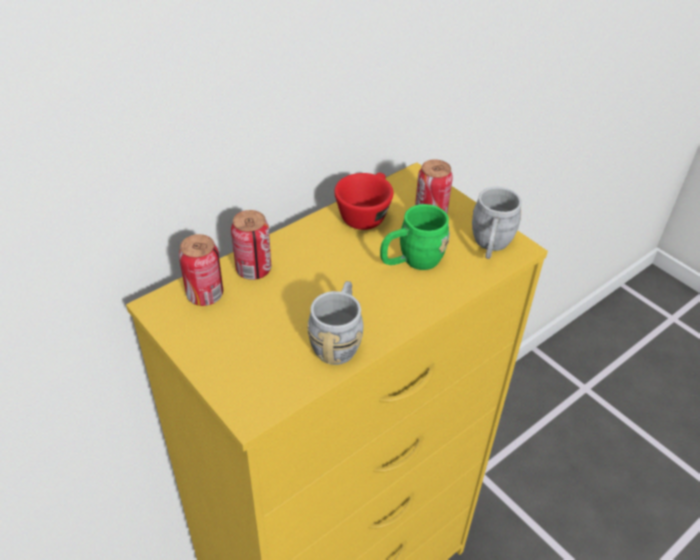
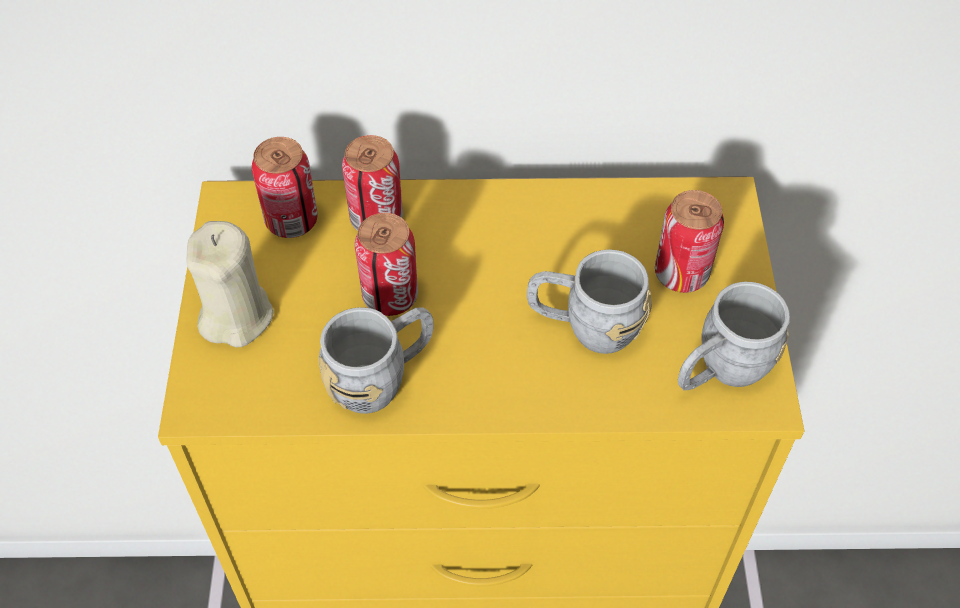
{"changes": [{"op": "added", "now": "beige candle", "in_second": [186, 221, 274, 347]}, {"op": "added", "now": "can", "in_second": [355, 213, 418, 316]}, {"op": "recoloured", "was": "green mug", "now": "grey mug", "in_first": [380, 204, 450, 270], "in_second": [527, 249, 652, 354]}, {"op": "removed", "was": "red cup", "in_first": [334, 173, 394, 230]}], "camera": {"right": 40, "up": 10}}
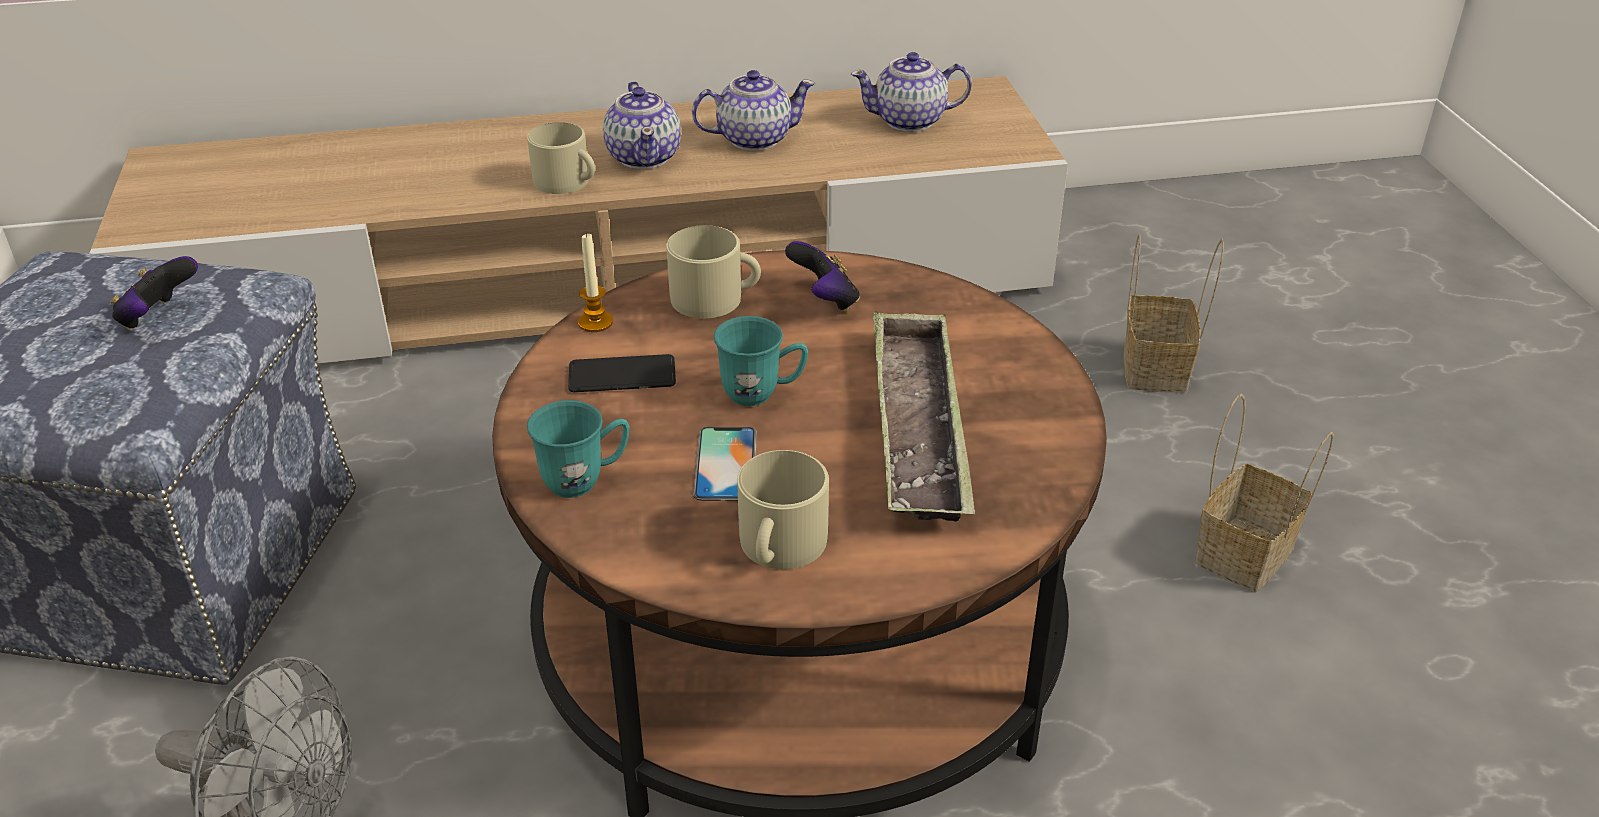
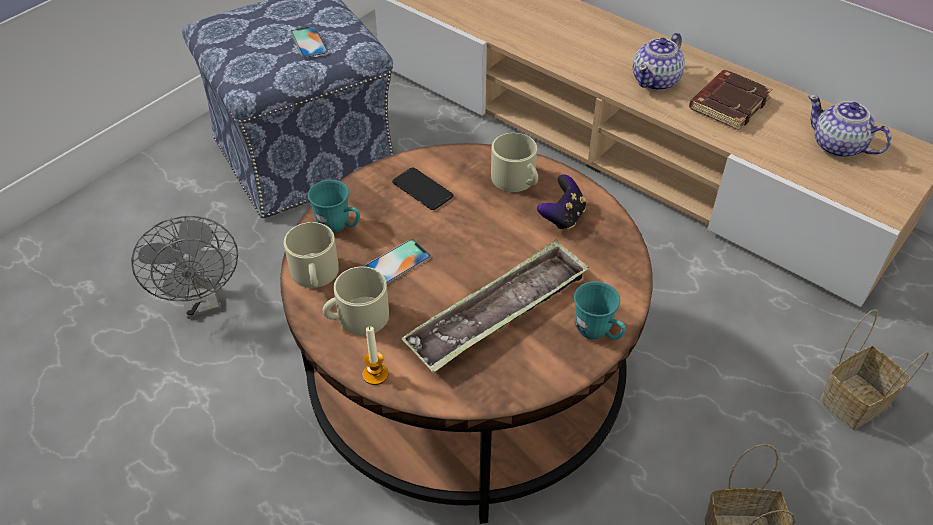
{"changes": [{"op": "moved", "was": "beige mug", "in_first": [527, 122, 595, 194], "in_second": [284, 222, 339, 288]}, {"op": "replaced", "was": "game controller", "now": "phone", "in_first": [110, 256, 198, 330], "in_second": [291, 26, 328, 58]}, {"op": "moved", "was": "candle", "in_first": [578, 233, 613, 332], "in_second": [363, 326, 389, 385]}, {"op": "moved", "was": "turquoise mug", "in_first": [714, 316, 808, 406], "in_second": [574, 281, 626, 340]}, {"op": "replaced", "was": "teapot", "now": "brown book", "in_first": [692, 70, 815, 151], "in_second": [689, 70, 773, 131]}], "camera": {"right": 50, "up": 10}}
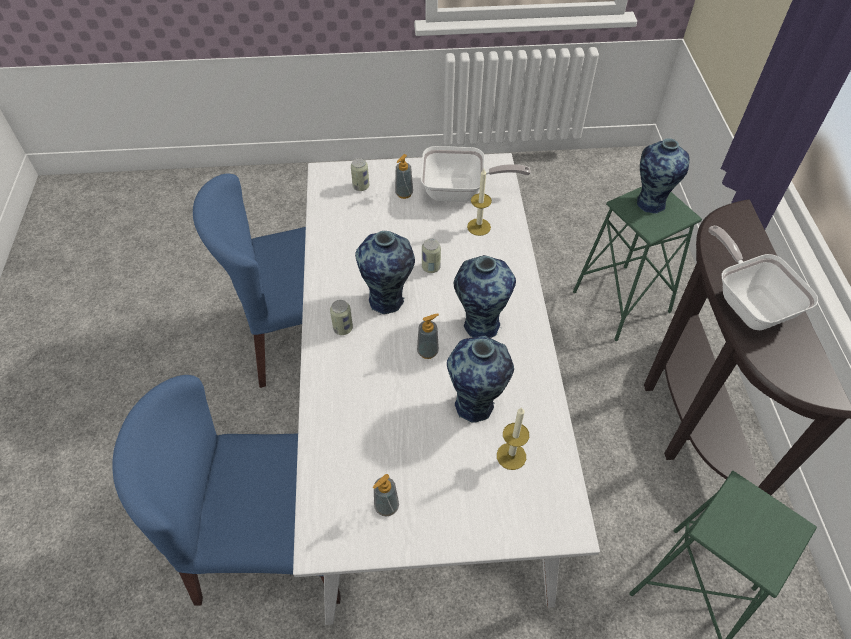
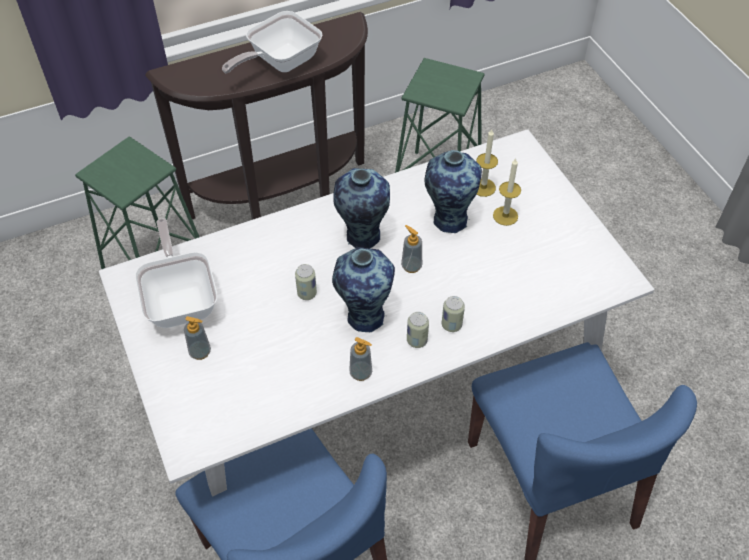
{"changes": [{"op": "moved", "was": "soap dispenser", "in_first": [373, 474, 399, 517], "in_second": [349, 337, 372, 381]}, {"op": "moved", "was": "can", "in_first": [351, 158, 369, 191], "in_second": [442, 296, 465, 332]}, {"op": "moved", "was": "candle", "in_first": [467, 169, 492, 236], "in_second": [493, 159, 521, 226]}, {"op": "removed", "was": "vase", "in_first": [637, 138, 690, 214]}], "camera": {"right": -110, "up": 0}}
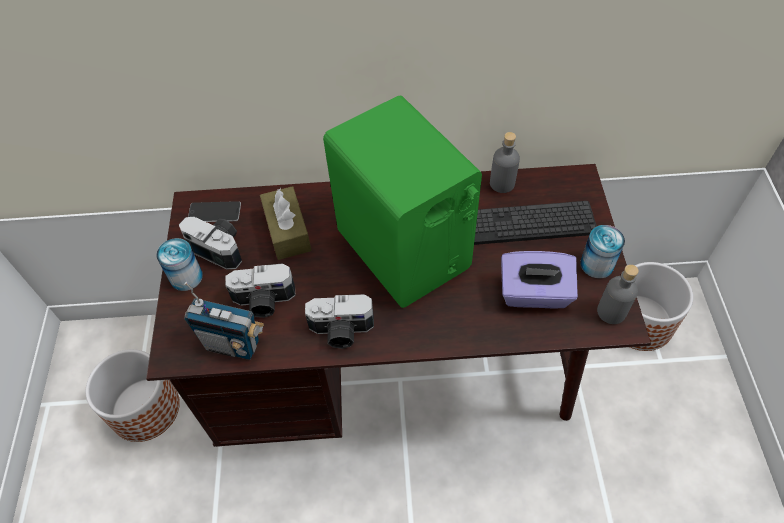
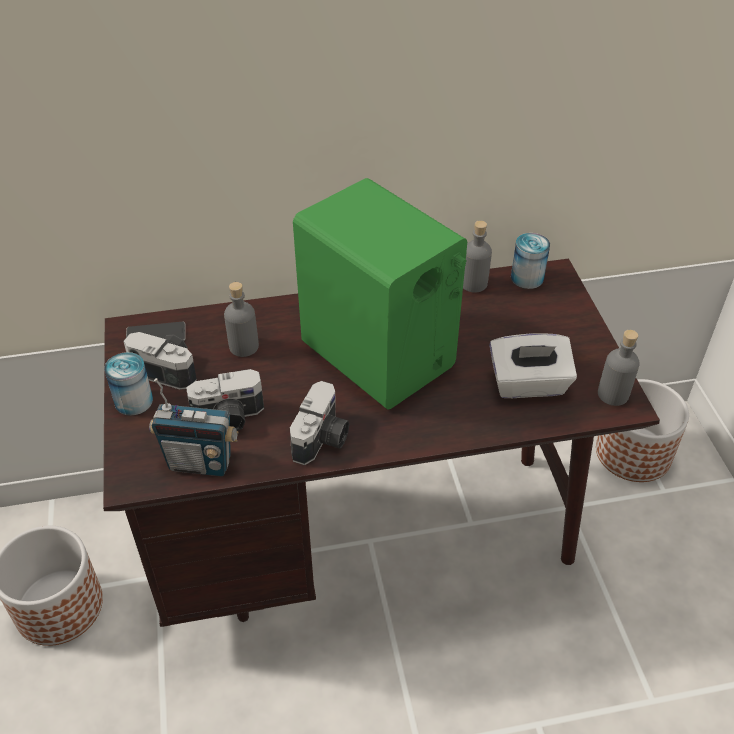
{"changes": [{"op": "replaced", "was": "brown tissue box", "now": "grey bottle", "in_first": [260, 186, 312, 260], "in_second": [224, 282, 259, 357]}, {"op": "turned", "was": "photo camera", "in_first": [305, 294, 374, 349], "in_second": [290, 381, 350, 465], "clockwise": -60}, {"op": "recoloured", "was": "purple tissue box", "now": "white tissue box", "in_first": [501, 251, 578, 309], "in_second": [489, 333, 577, 398]}, {"op": "moved", "was": "can", "in_first": [580, 225, 625, 278], "in_second": [511, 233, 550, 289]}, {"op": "removed", "was": "keyboard", "in_first": [474, 201, 597, 245]}], "camera": {"right": -10, "up": -10}}
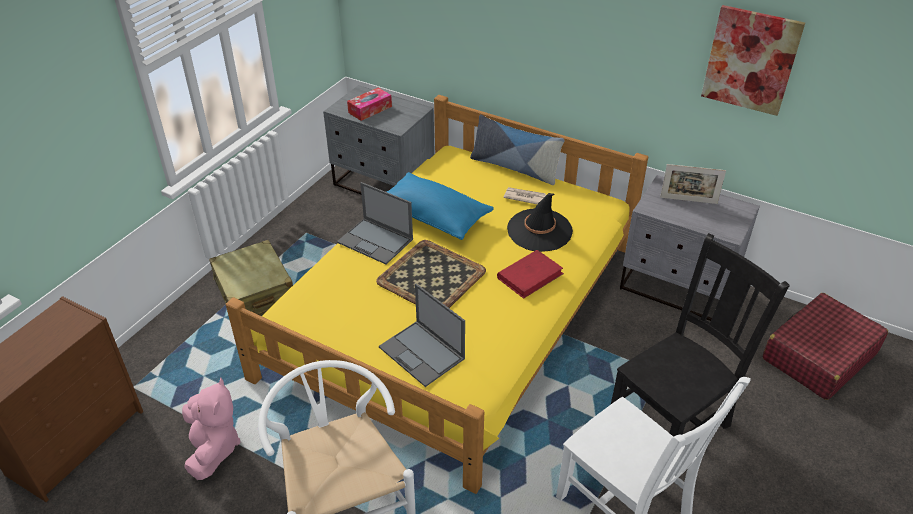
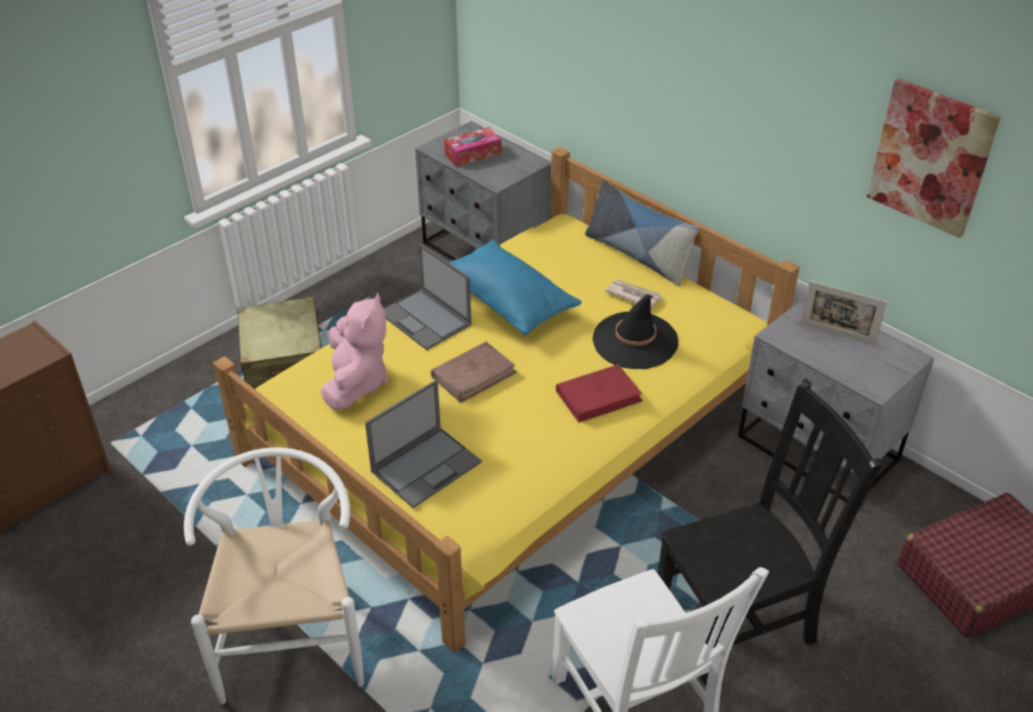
{"changes": [{"op": "moved", "was": "pink plush toy", "in_first": [182, 378, 240, 480], "in_second": [320, 293, 388, 410]}, {"op": "turned", "was": "laptop", "in_first": [379, 284, 465, 387], "in_second": [365, 380, 482, 508], "clockwise": -105}, {"op": "replaced", "was": "tray", "now": "brown book", "in_first": [376, 240, 486, 308], "in_second": [431, 342, 517, 403]}], "camera": {"right": 15, "up": 0}}
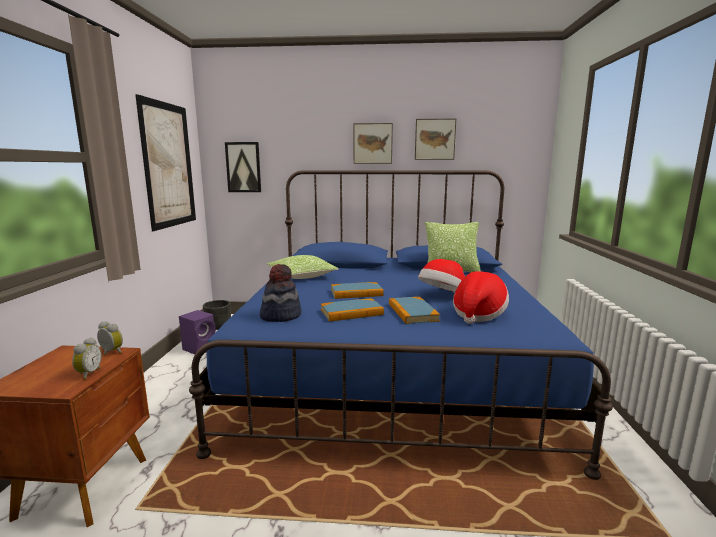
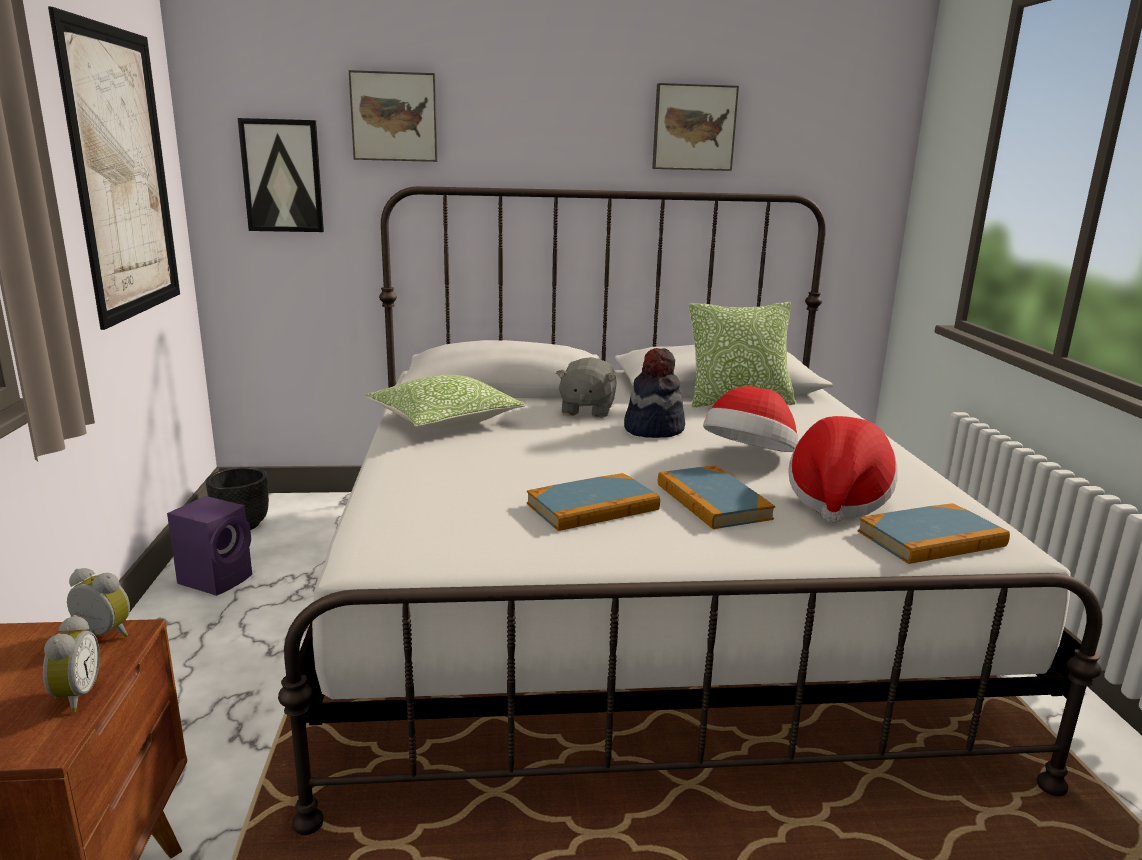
{"changes": [{"op": "recoloured", "was": "blue bed", "now": "white bed", "in_first": [189, 170, 613, 480], "in_second": [278, 186, 1103, 835]}, {"op": "moved", "was": "picture", "in_first": [354, 123, 393, 164], "in_second": [349, 70, 438, 162]}, {"op": "added", "now": "grey plush toy", "in_second": [556, 357, 617, 418]}, {"op": "moved", "was": "hat", "in_first": [260, 264, 301, 322], "in_second": [624, 348, 685, 438]}, {"op": "moved", "was": "book", "in_first": [331, 282, 384, 299], "in_second": [858, 503, 1010, 564]}], "camera": {"right": -10, "up": 5}}
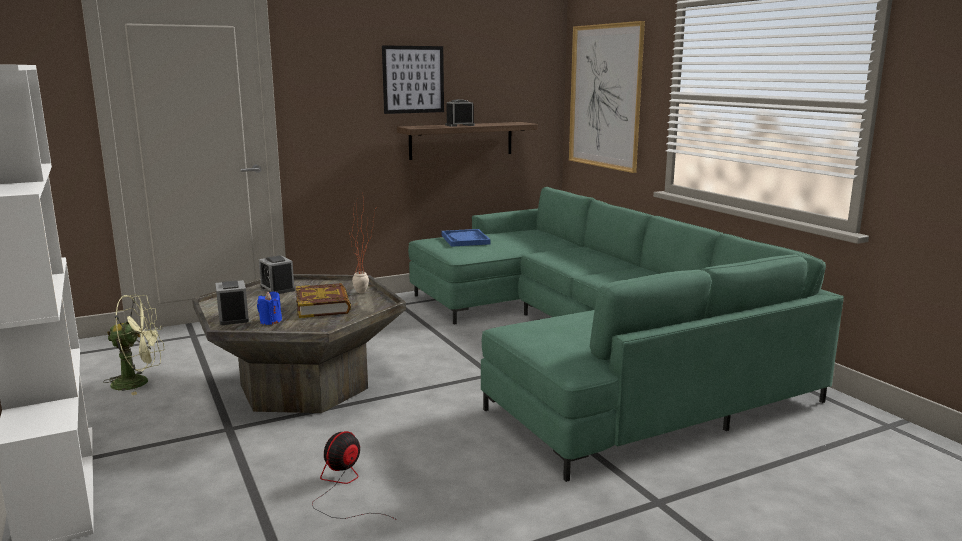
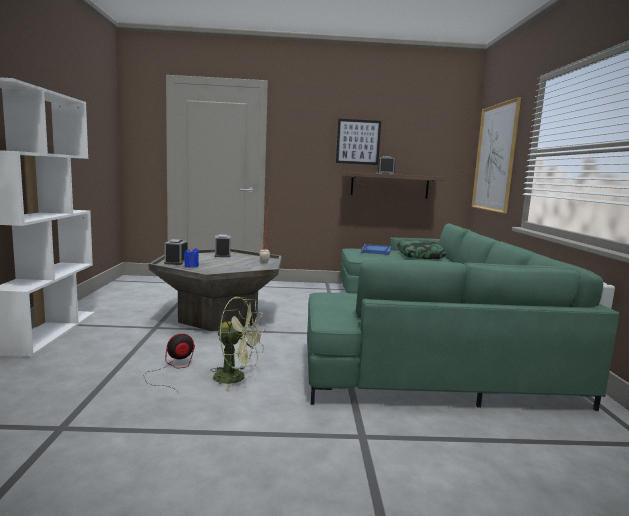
{"changes": [{"op": "moved", "was": "green fan", "in_first": [103, 294, 164, 395], "in_second": [210, 297, 266, 391]}, {"op": "added", "now": "pillow", "in_second": [397, 240, 447, 259]}, {"op": "removed", "was": "book", "in_first": [296, 283, 351, 318]}], "camera": {"right": 25, "up": -5}}
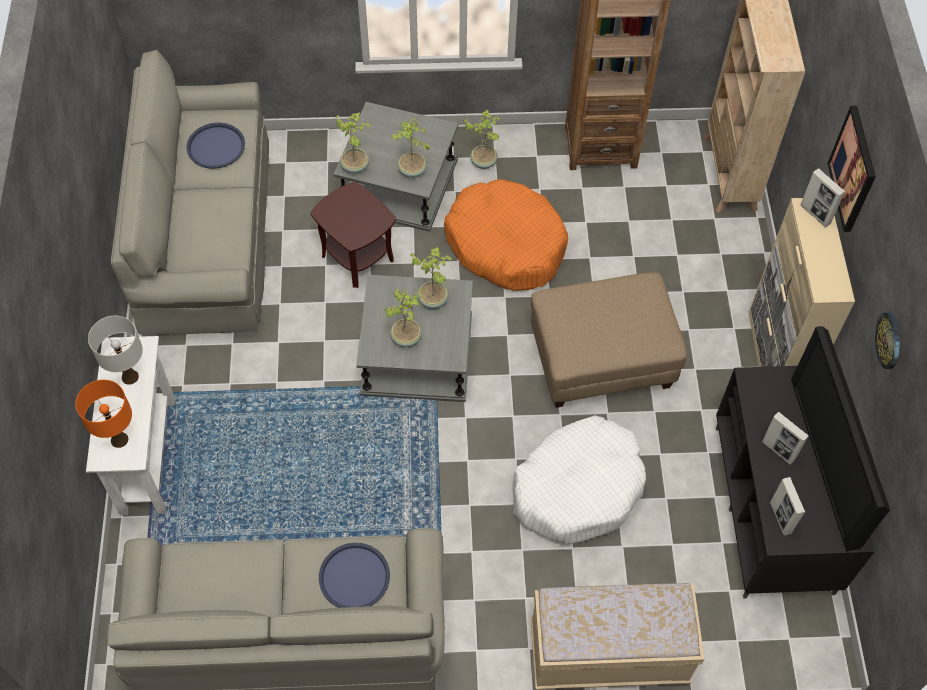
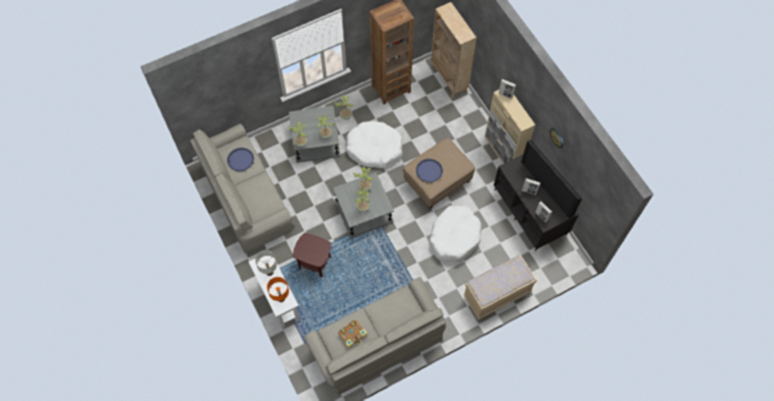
{"changes": [{"op": "moved", "was": "brown side table", "in_first": [310, 182, 396, 288], "in_second": [293, 233, 331, 277]}, {"op": "added", "now": "book", "in_second": [338, 320, 367, 349]}, {"op": "recoloured", "was": "orange dog bed", "now": "white dog bed", "in_first": [444, 179, 568, 291], "in_second": [346, 121, 403, 168]}, {"op": "moved", "was": "blue tray", "in_first": [319, 543, 390, 608], "in_second": [416, 159, 443, 183]}, {"op": "removed", "was": "picture", "in_first": [827, 106, 876, 232]}], "camera": {"right": -25, "up": 5}}
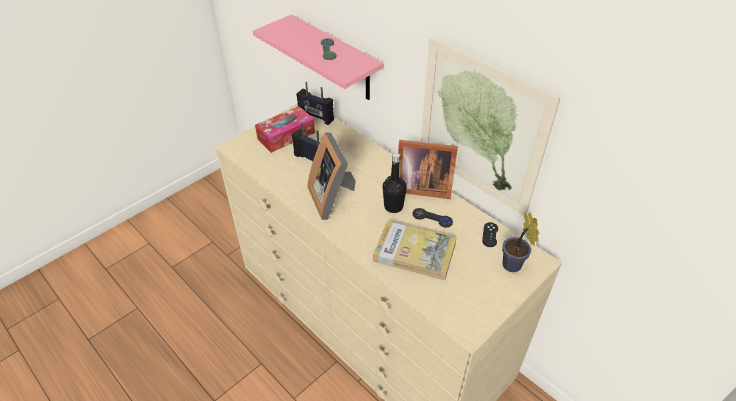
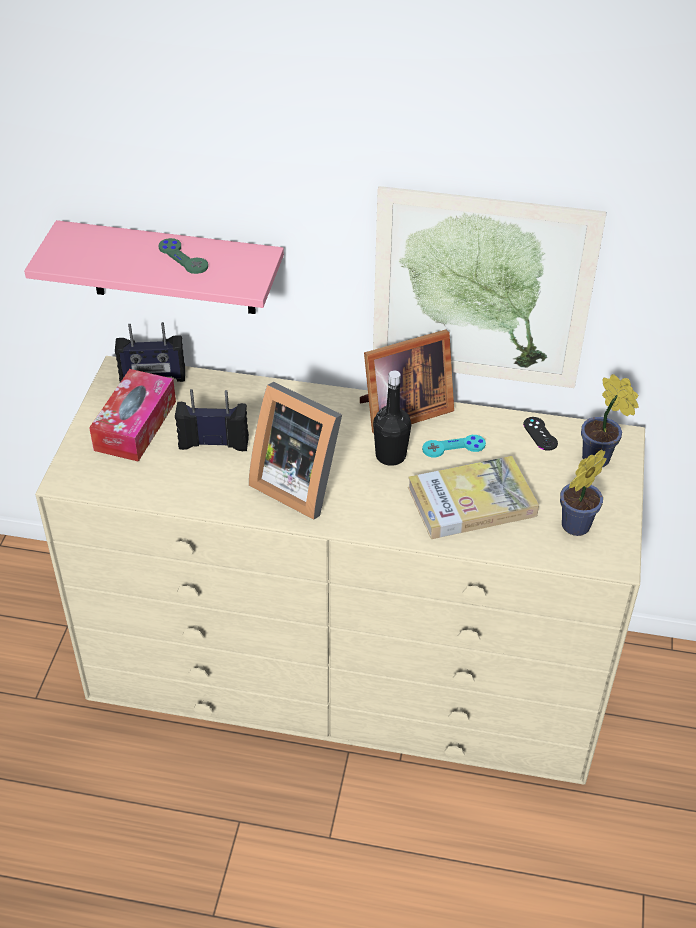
{"changes": [{"op": "recoloured", "was": "black game controller", "now": "turquoise game controller", "in_first": [413, 208, 453, 228], "in_second": [422, 435, 486, 457]}, {"op": "added", "now": "potted plant", "in_second": [560, 450, 606, 536]}], "camera": {"right": -35, "up": 0}}
